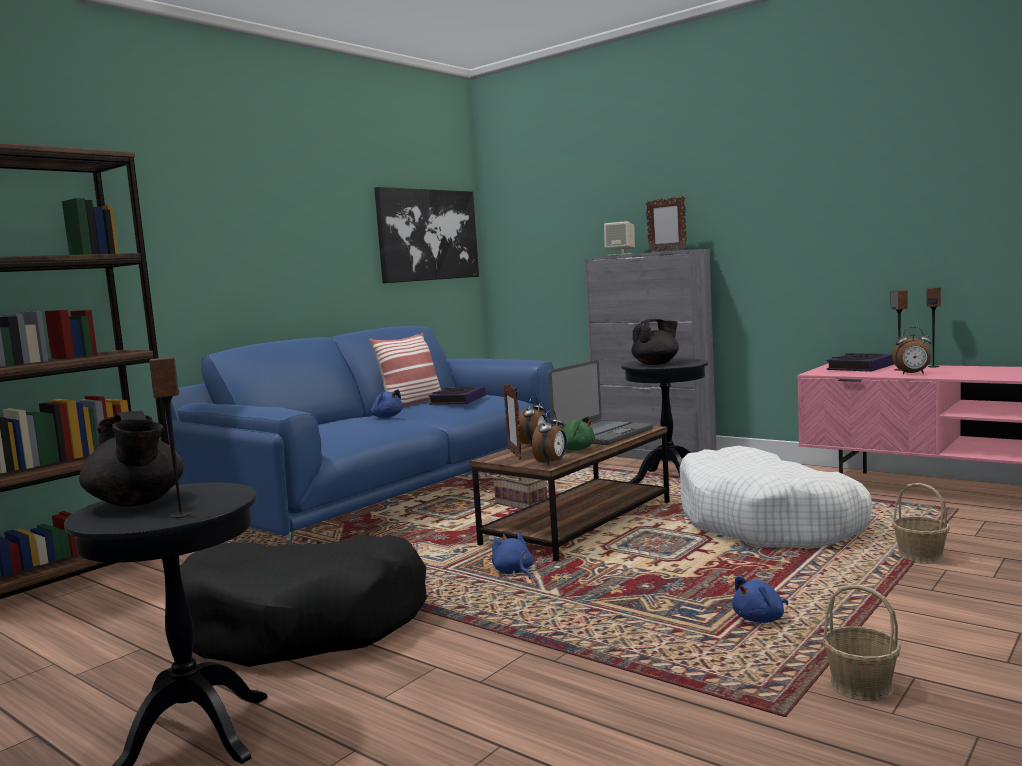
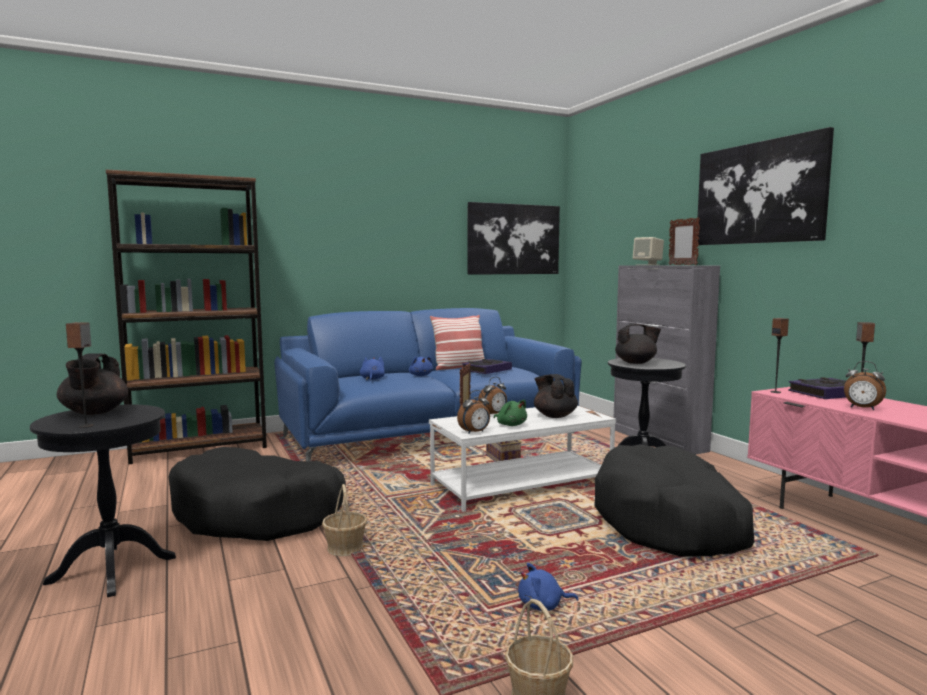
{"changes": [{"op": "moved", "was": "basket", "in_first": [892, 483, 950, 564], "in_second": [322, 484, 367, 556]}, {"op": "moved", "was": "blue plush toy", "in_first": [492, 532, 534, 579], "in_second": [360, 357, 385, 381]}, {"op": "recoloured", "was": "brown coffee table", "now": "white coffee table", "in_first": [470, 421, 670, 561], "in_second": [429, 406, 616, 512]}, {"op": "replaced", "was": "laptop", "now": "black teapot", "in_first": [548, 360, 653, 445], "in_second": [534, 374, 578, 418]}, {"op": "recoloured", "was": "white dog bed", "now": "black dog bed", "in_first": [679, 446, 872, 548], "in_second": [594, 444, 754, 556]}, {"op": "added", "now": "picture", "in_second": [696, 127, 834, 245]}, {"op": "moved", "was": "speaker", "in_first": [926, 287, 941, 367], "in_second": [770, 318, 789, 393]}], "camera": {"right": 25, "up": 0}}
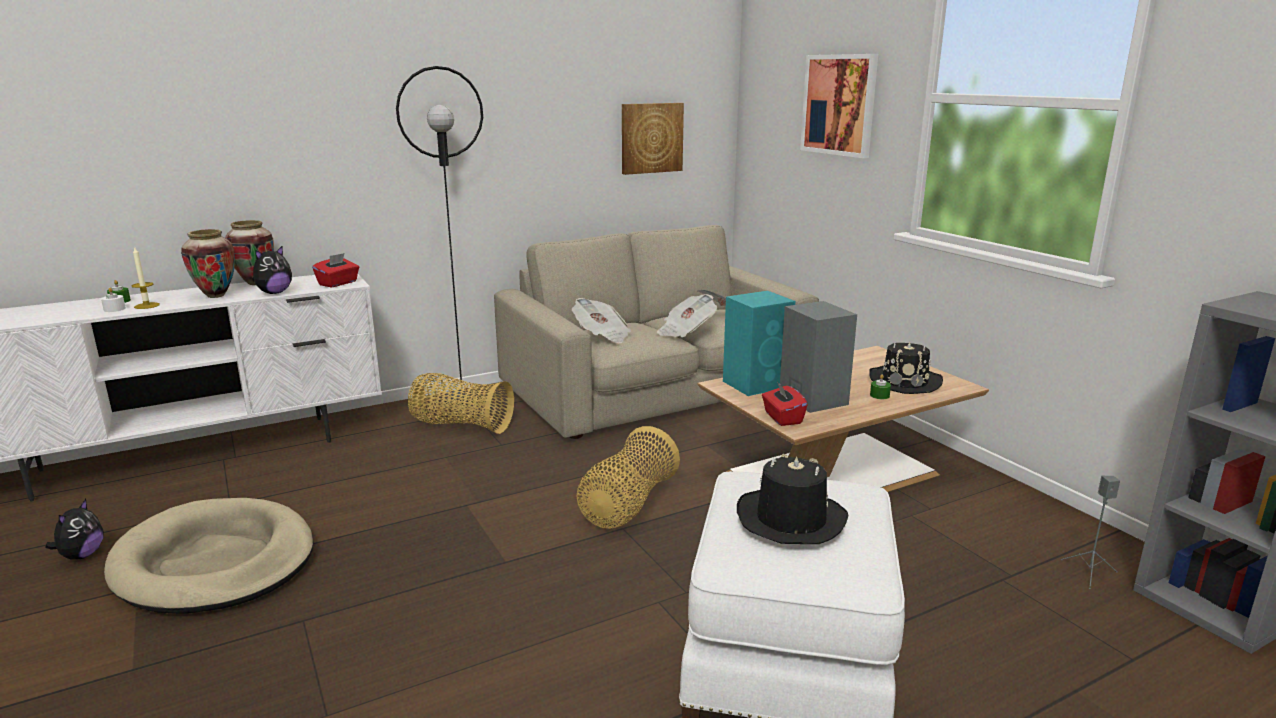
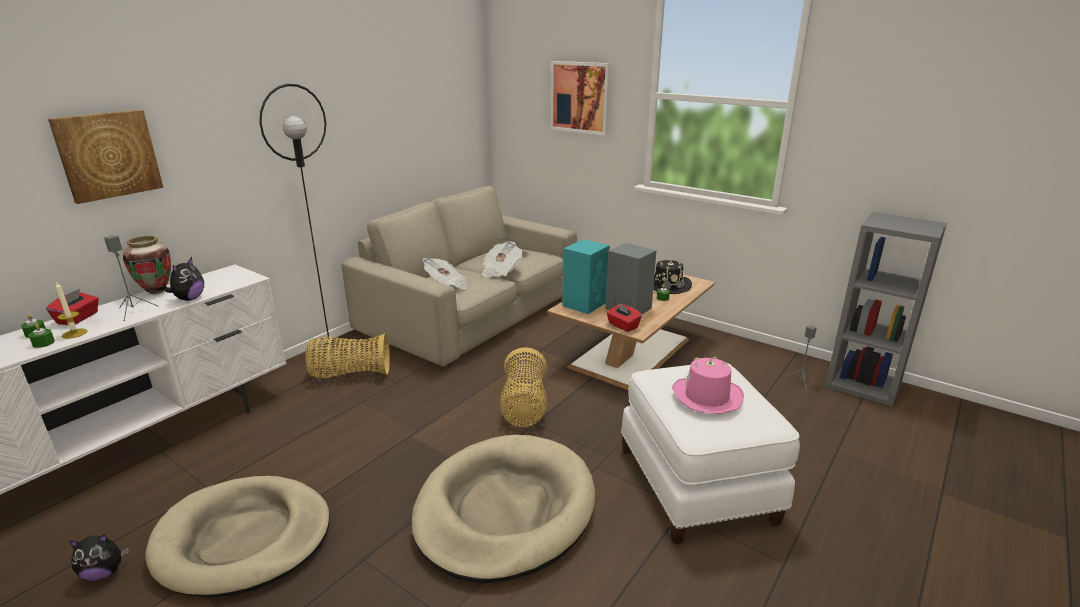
{"changes": [{"op": "recoloured", "was": "white candle", "now": "green candle", "in_first": [101, 287, 126, 312], "in_second": [28, 324, 55, 348]}, {"op": "moved", "was": "red tissue box", "in_first": [312, 253, 359, 287], "in_second": [46, 288, 99, 325]}, {"op": "moved", "was": "picture", "in_first": [622, 103, 684, 175], "in_second": [48, 110, 163, 204]}, {"op": "turned", "was": "plush toy", "in_first": [45, 499, 103, 559], "in_second": [69, 534, 129, 581], "clockwise": 90}, {"op": "replaced", "was": "vase", "now": "grey speaker", "in_first": [181, 229, 235, 298], "in_second": [104, 235, 158, 321]}, {"op": "added", "now": "beige dog bed", "in_second": [412, 435, 595, 583]}, {"op": "recoloured", "was": "black hat", "now": "pink hat", "in_first": [737, 454, 849, 544], "in_second": [672, 357, 744, 414]}], "camera": {"right": -25, "up": 5}}
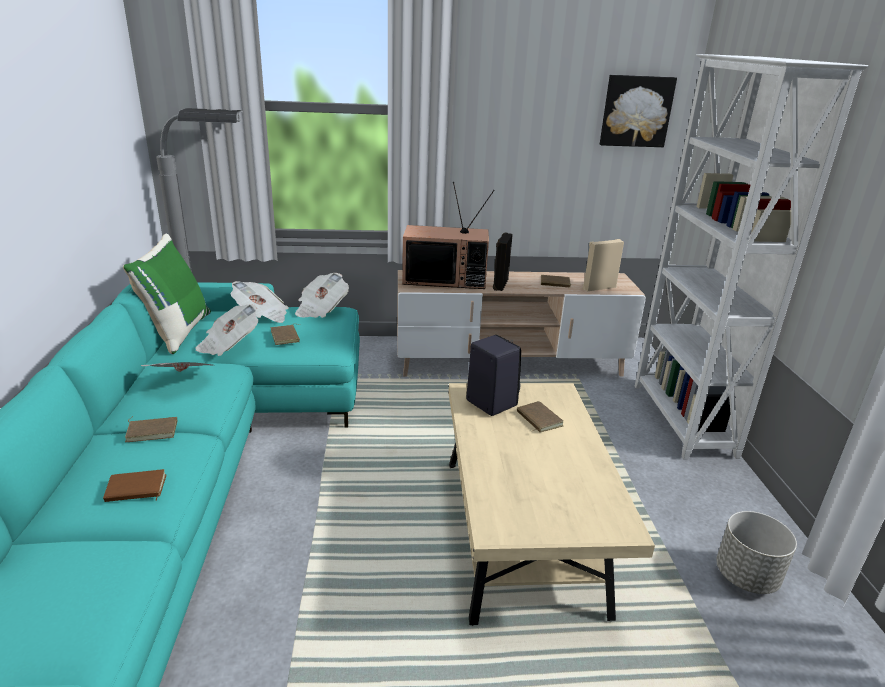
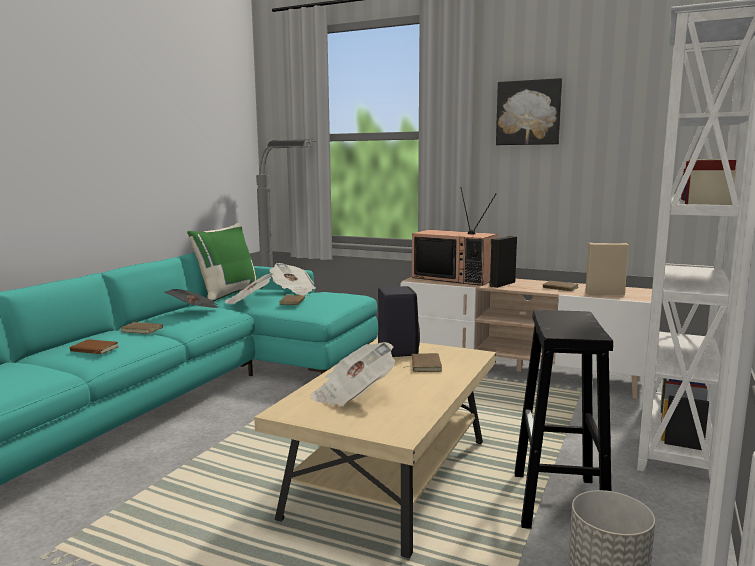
{"changes": [{"op": "moved", "was": "newspaper", "in_first": [295, 273, 349, 318], "in_second": [311, 342, 395, 407]}, {"op": "moved", "was": "picture", "in_first": [600, 75, 677, 147], "in_second": [496, 78, 562, 145]}, {"op": "added", "now": "black stool", "in_second": [514, 310, 613, 529]}], "camera": {"right": 30, "up": -15}}
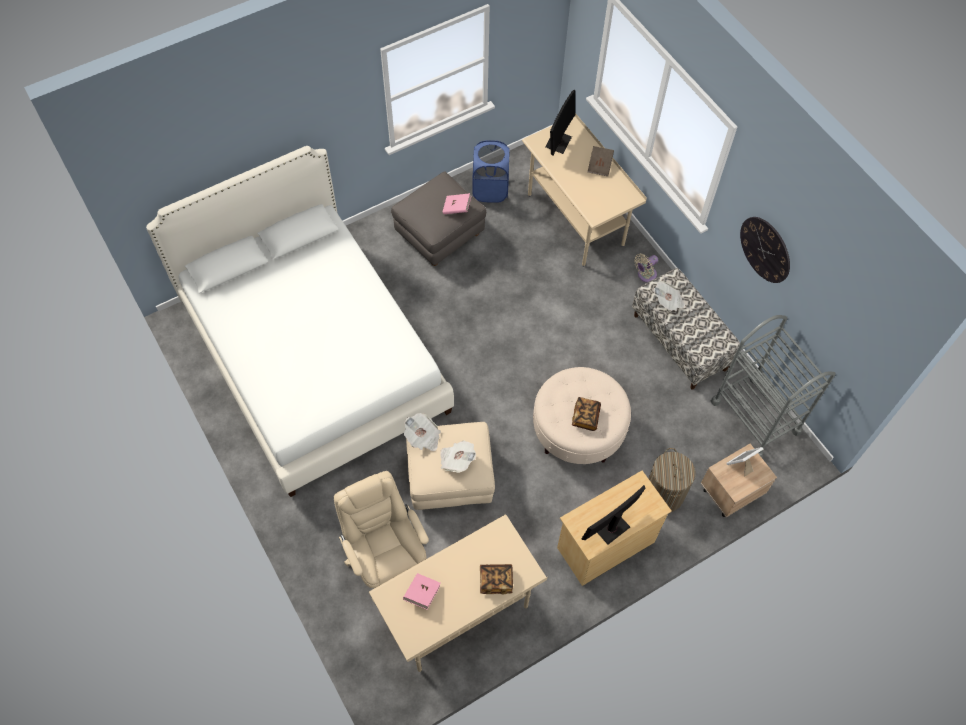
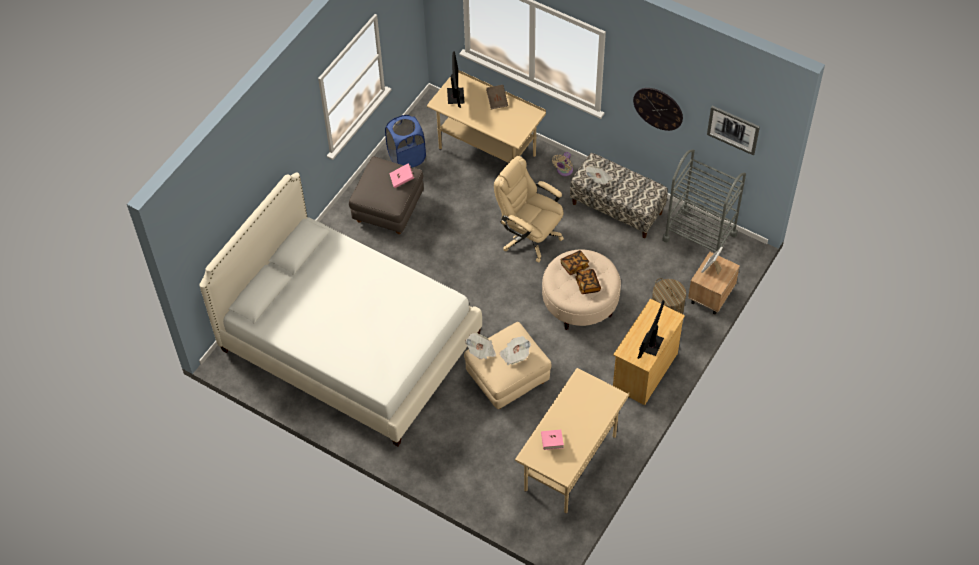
{"changes": [{"op": "moved", "was": "beige office chair", "in_first": [334, 471, 429, 602], "in_second": [494, 156, 564, 263]}, {"op": "moved", "was": "book", "in_first": [480, 564, 513, 594], "in_second": [561, 250, 589, 275]}, {"op": "added", "now": "picture", "in_second": [707, 106, 760, 155]}], "camera": {"right": -25, "up": -5}}
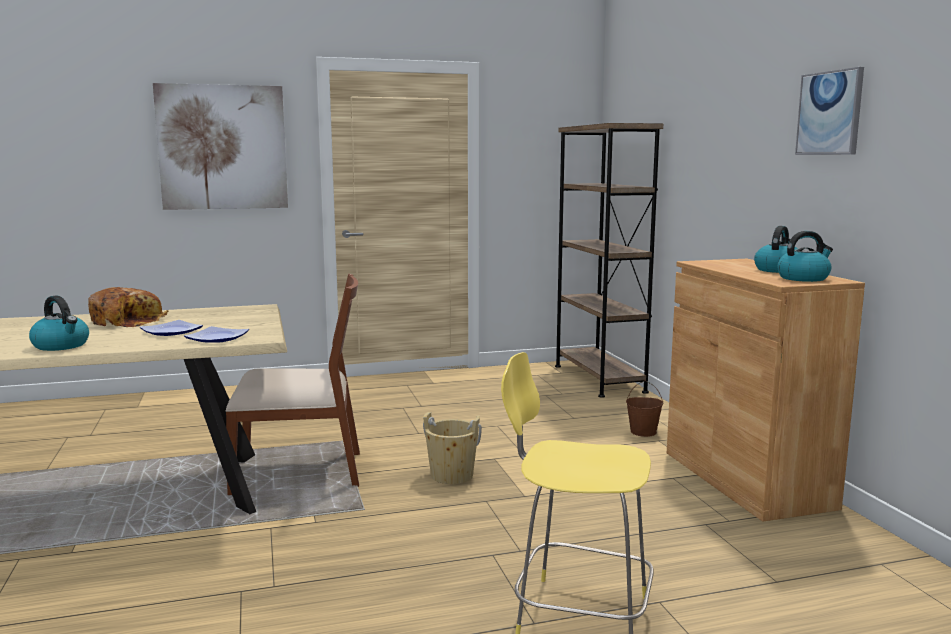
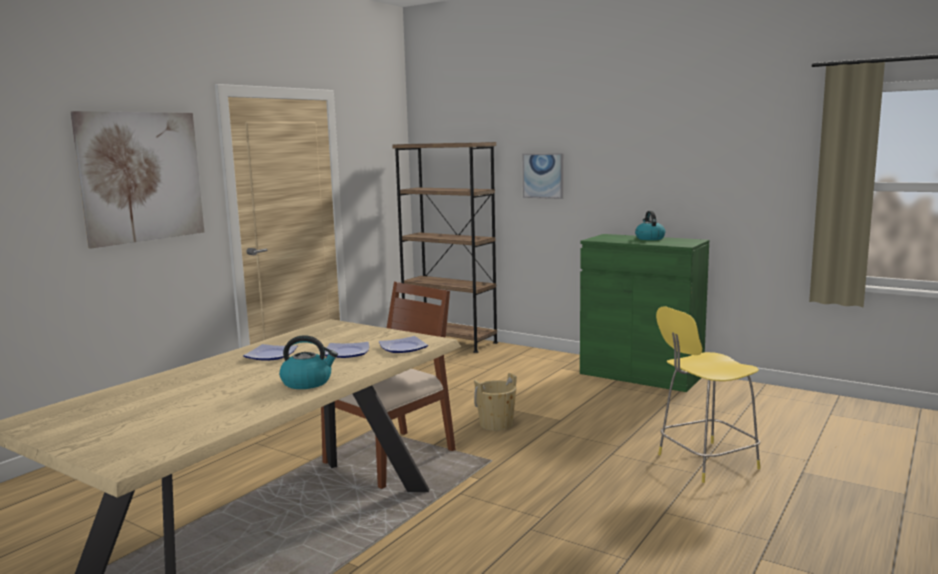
{"changes": [{"op": "replaced", "was": "bread", "now": "plate", "in_first": [88, 287, 168, 327], "in_second": [243, 344, 298, 361]}, {"op": "moved", "was": "picture", "in_first": [795, 67, 864, 155], "in_second": [523, 153, 563, 199]}, {"op": "recoloured", "was": "brown cabinet", "now": "green cabinet", "in_first": [667, 259, 865, 522], "in_second": [580, 234, 709, 392]}, {"op": "removed", "was": "brown bucket", "in_first": [626, 381, 663, 437]}, {"op": "removed", "was": "kettle", "in_first": [777, 231, 833, 282]}], "camera": {"right": -40, "up": 0}}
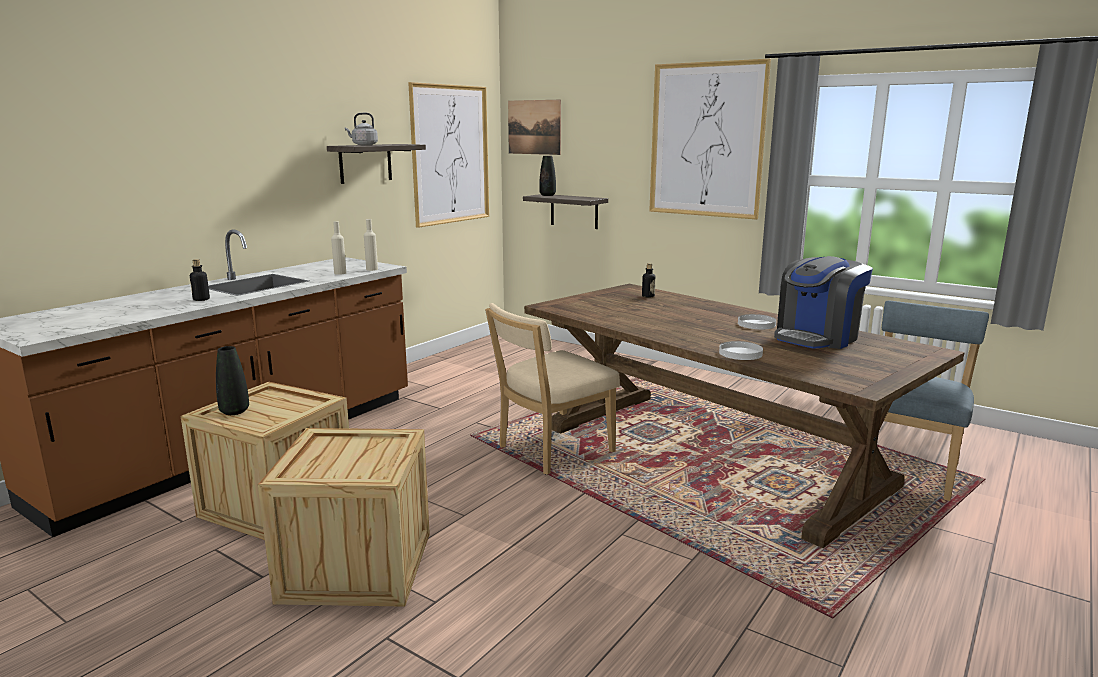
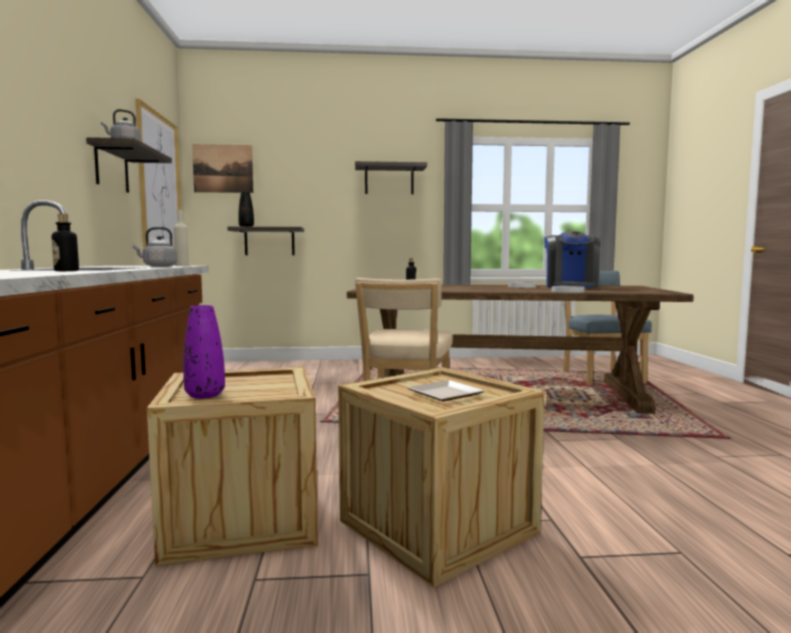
{"changes": [{"op": "replaced", "was": "beige bottle", "now": "grey kettle", "in_first": [331, 221, 346, 275], "in_second": [133, 227, 177, 267]}, {"op": "recoloured", "was": "black vase", "now": "purple vase", "in_first": [216, 346, 249, 415], "in_second": [183, 305, 225, 399]}, {"op": "replaced", "was": "picture", "now": "shelf", "in_first": [649, 59, 771, 220], "in_second": [355, 161, 427, 194]}, {"op": "added", "now": "plate", "in_second": [407, 380, 485, 401]}], "camera": {"right": -40, "up": -10}}
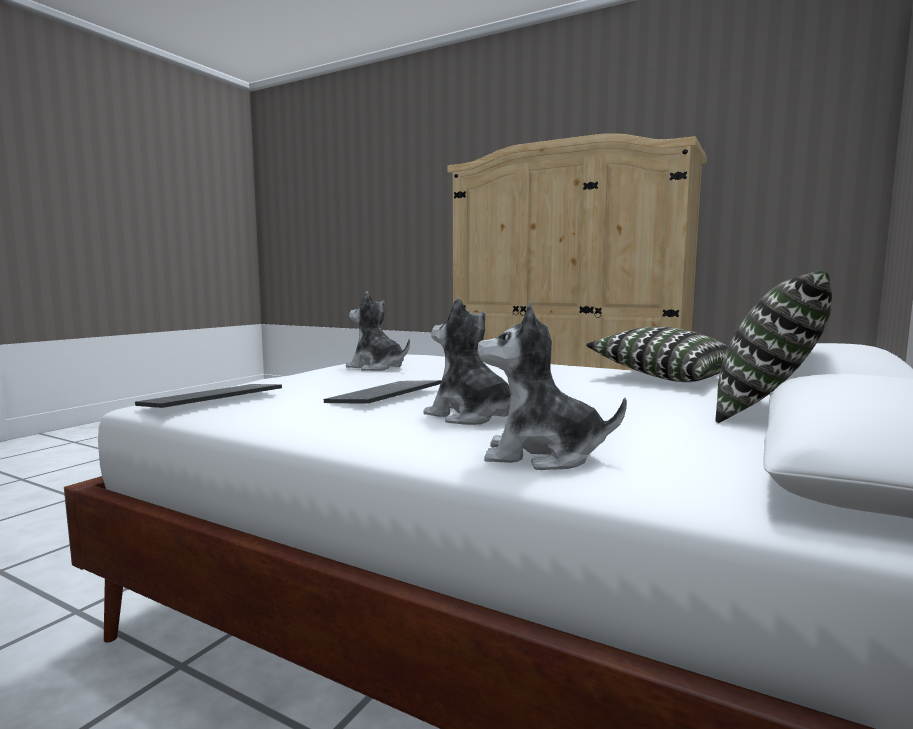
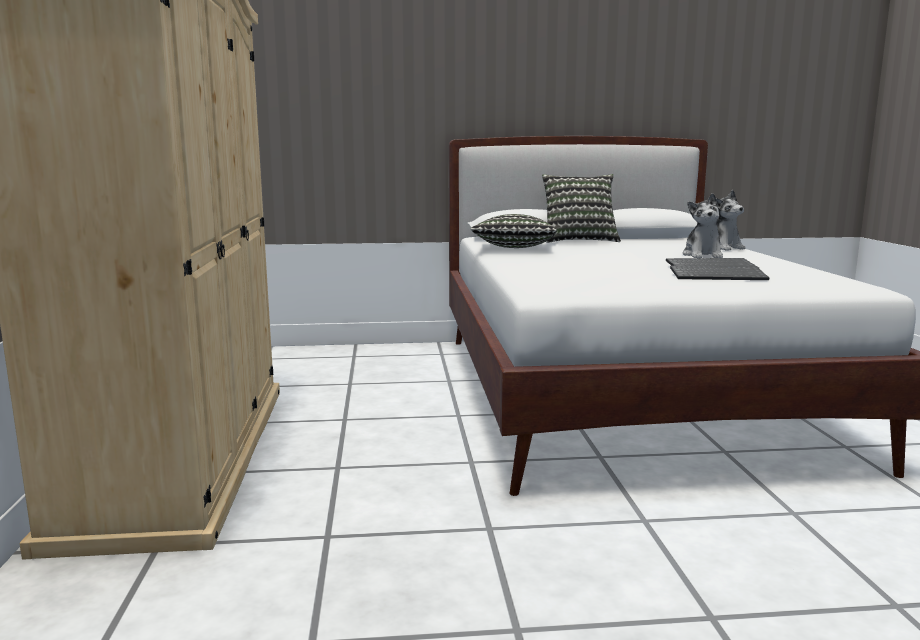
{"changes": [{"op": "moved", "was": "keyboard", "in_first": [135, 384, 282, 408], "in_second": [670, 266, 769, 280]}, {"op": "removed", "was": "plush toy", "in_first": [346, 291, 410, 371]}], "camera": {"right": -125, "up": 5}}
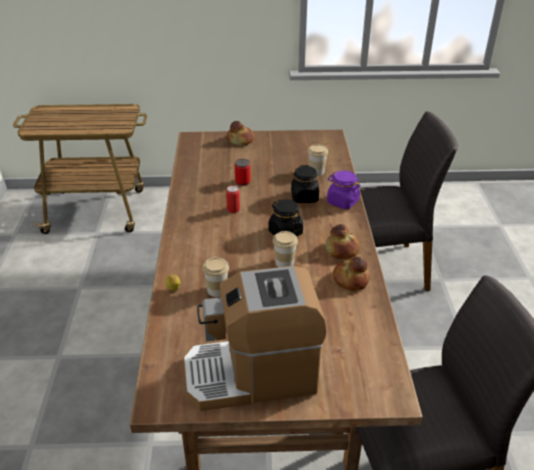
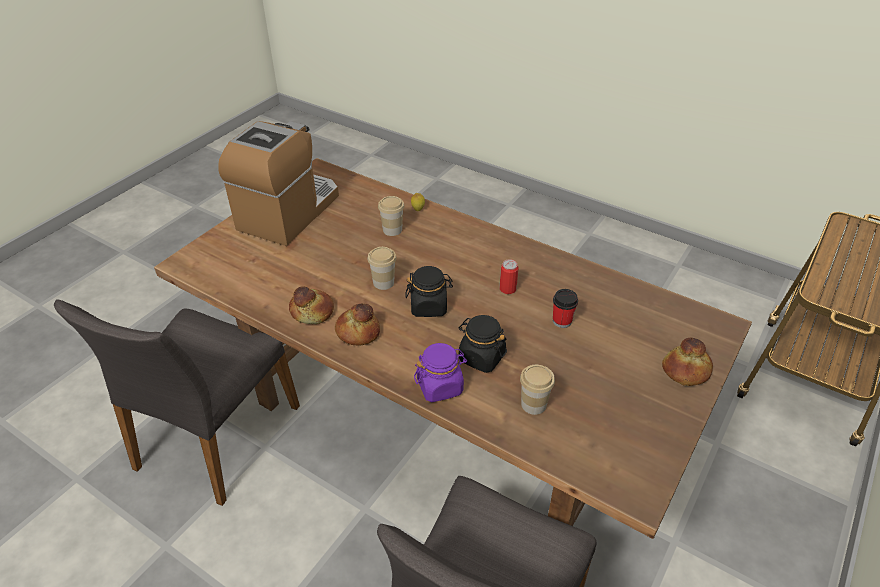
{"changes": [{"op": "replaced", "was": "can", "now": "cup", "in_first": [235, 159, 251, 186], "in_second": [553, 289, 578, 328]}], "camera": {"right": 125, "up": 5}}
